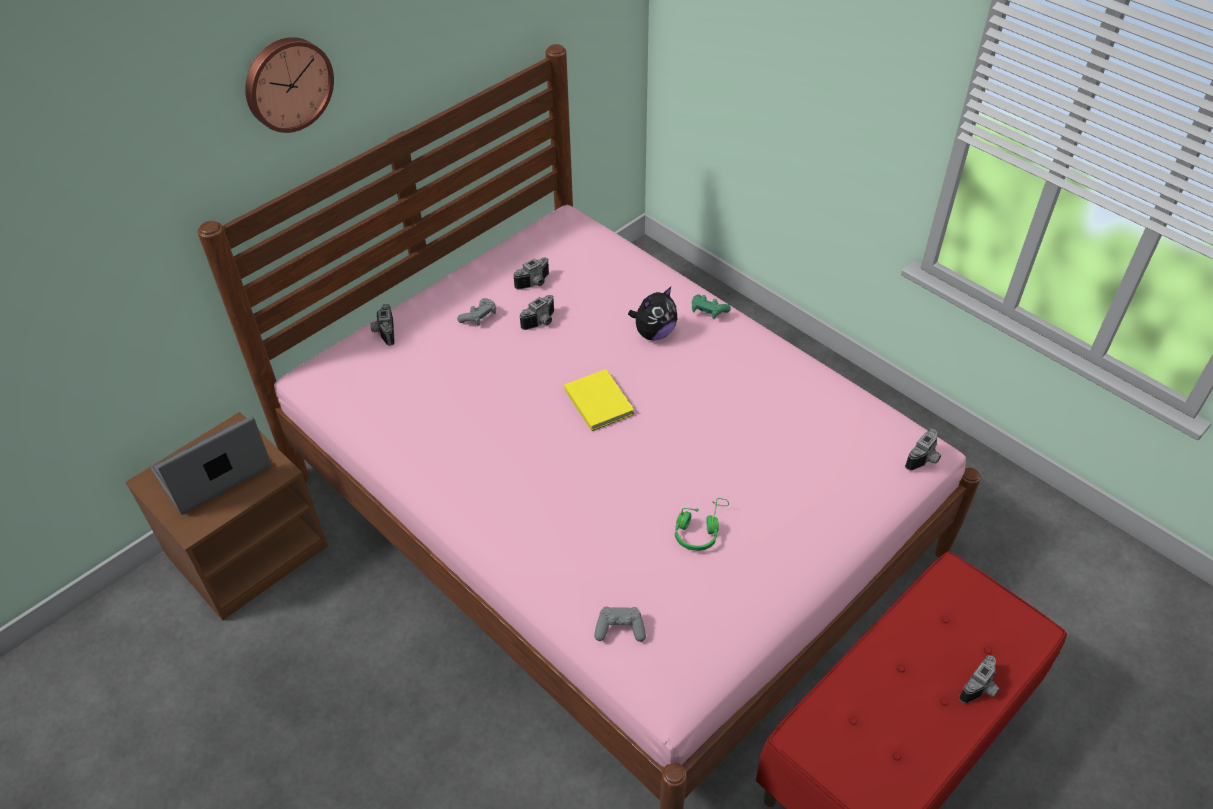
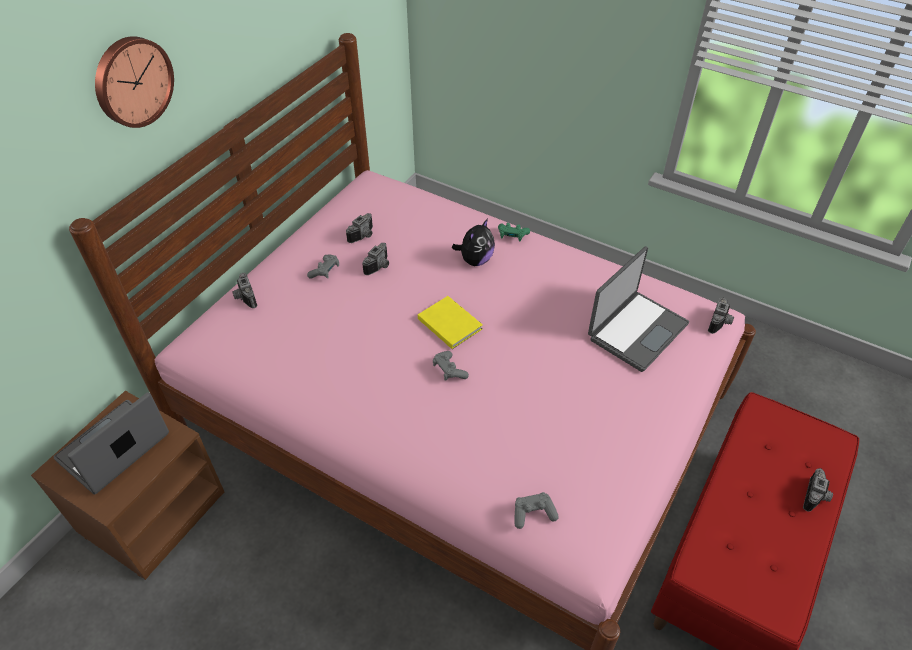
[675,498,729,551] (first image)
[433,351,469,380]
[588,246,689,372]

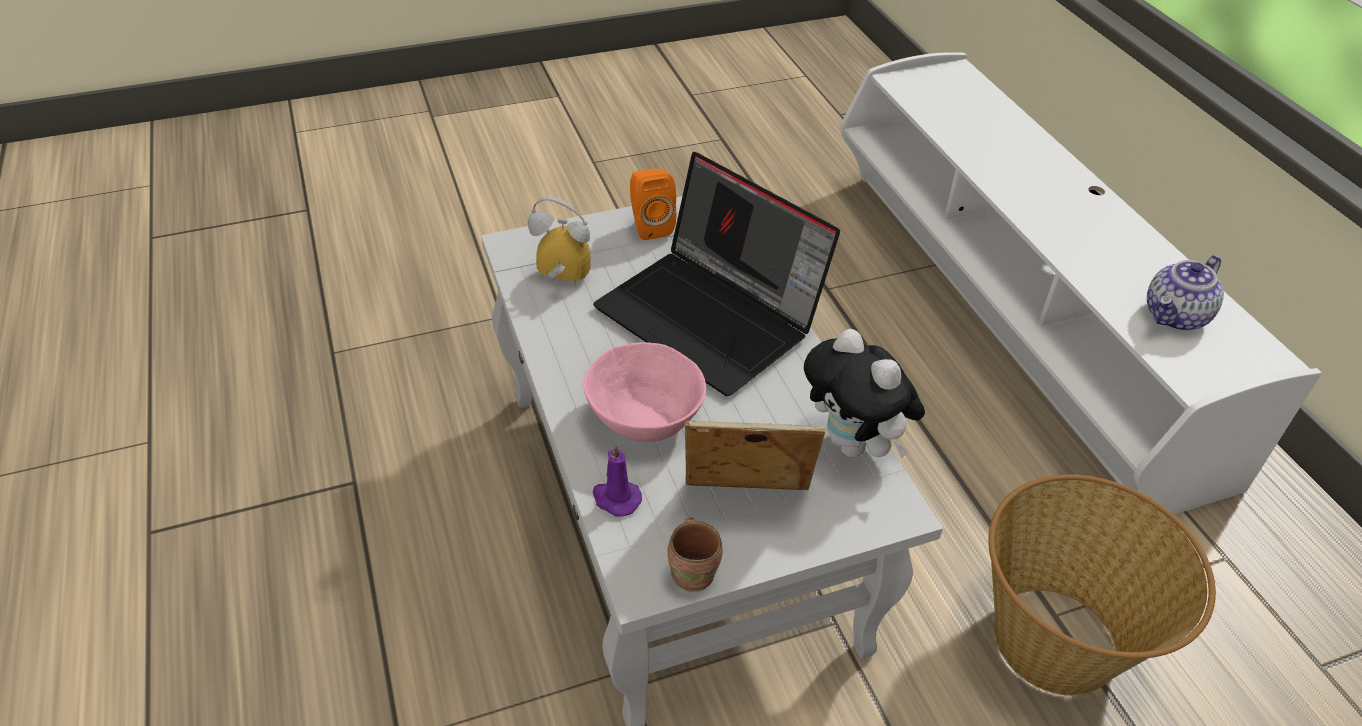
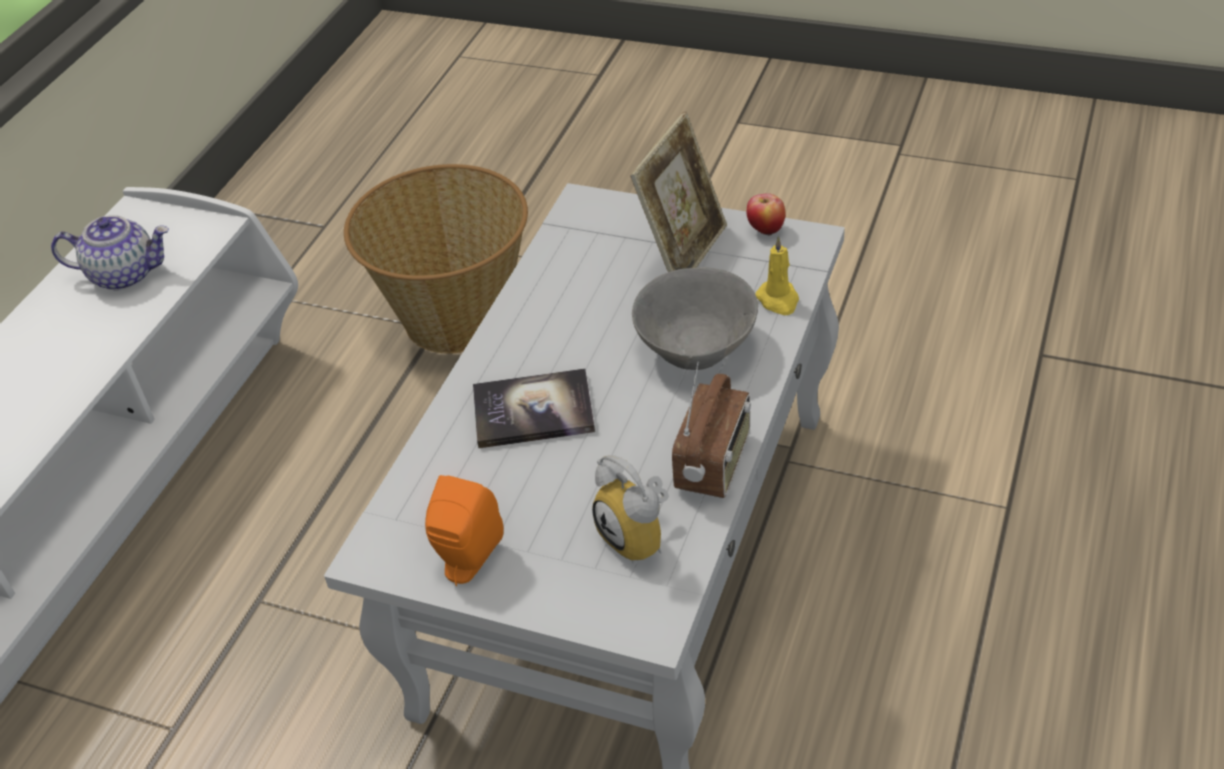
[804,329,925,458] (first image)
[672,362,751,498]
[473,368,595,448]
[747,193,786,236]
[632,267,758,370]
[755,236,799,315]
[630,111,727,272]

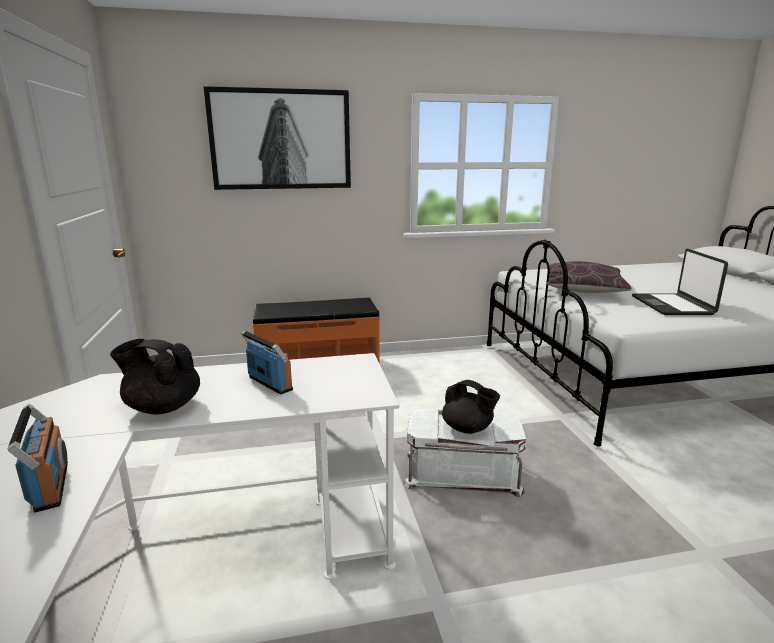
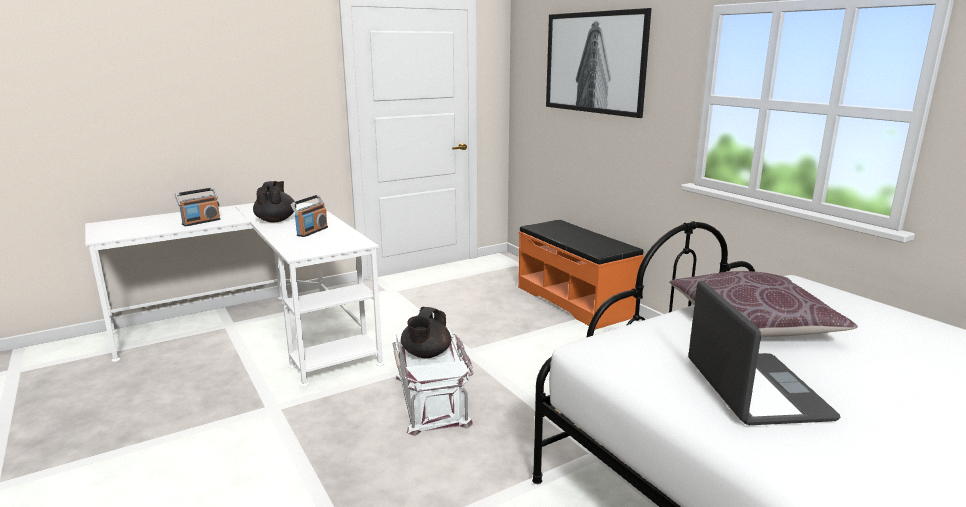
[688,281,840,425]

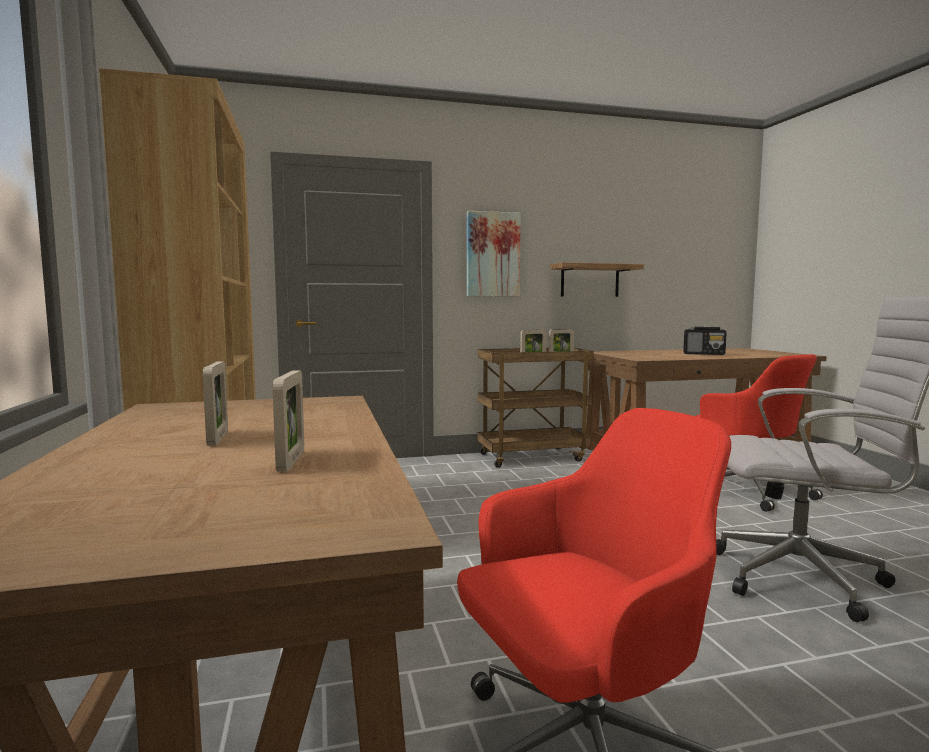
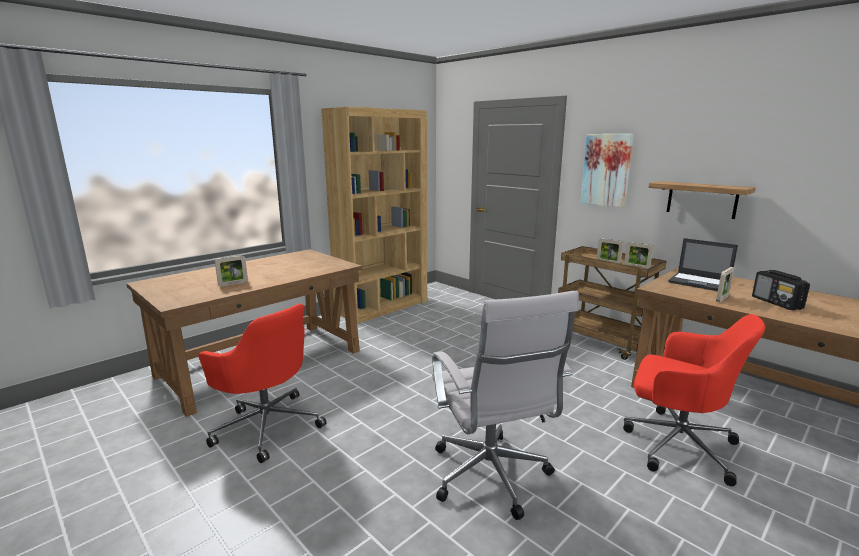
[668,238,738,291]
[716,267,734,302]
[623,314,765,486]

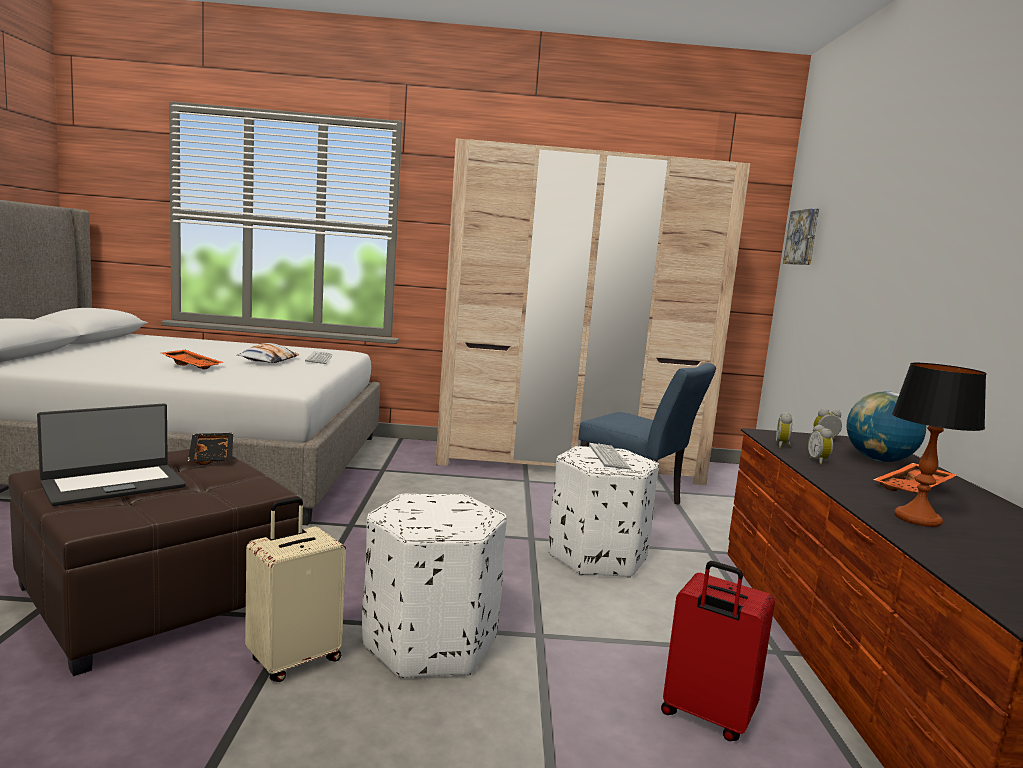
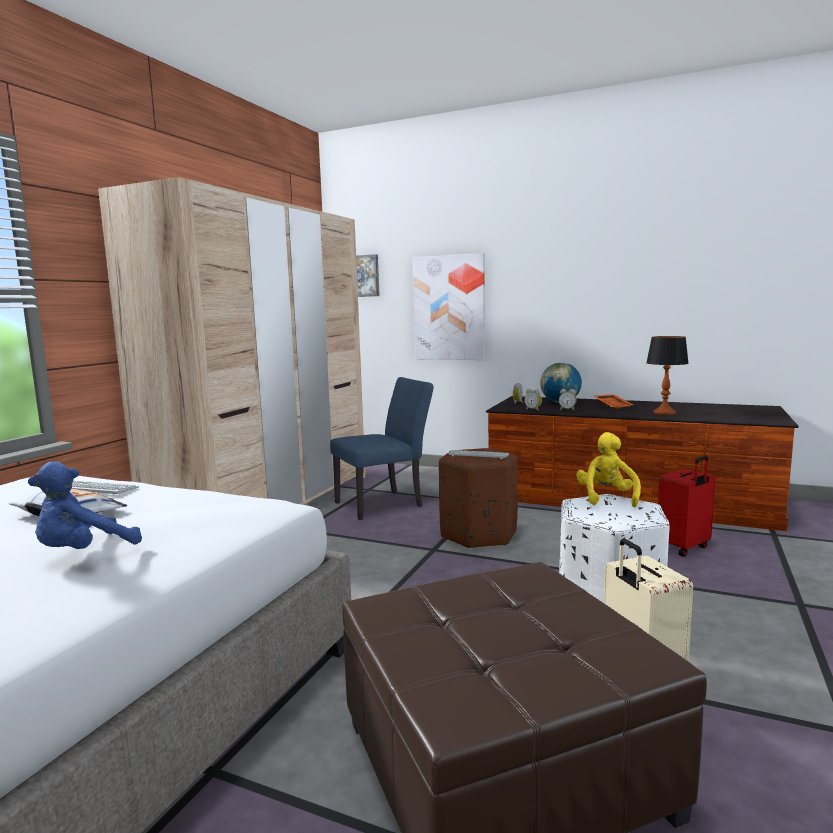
[37,403,186,506] (first image)
[188,433,233,465] (first image)
[413,253,485,360]
[576,432,641,507]
[28,462,142,549]
[439,448,518,549]

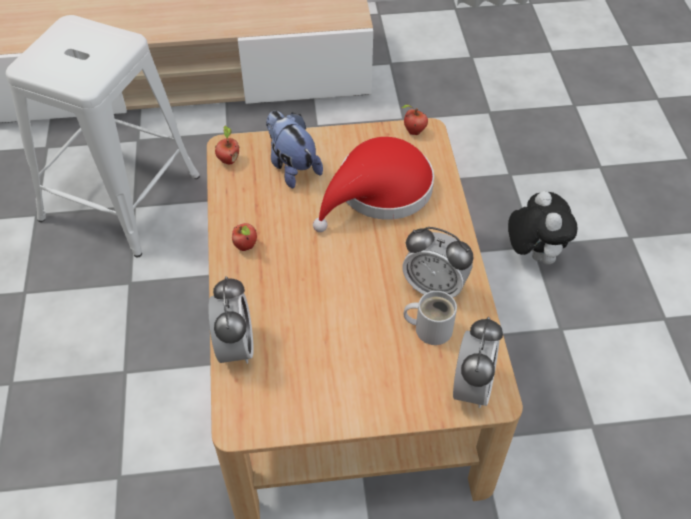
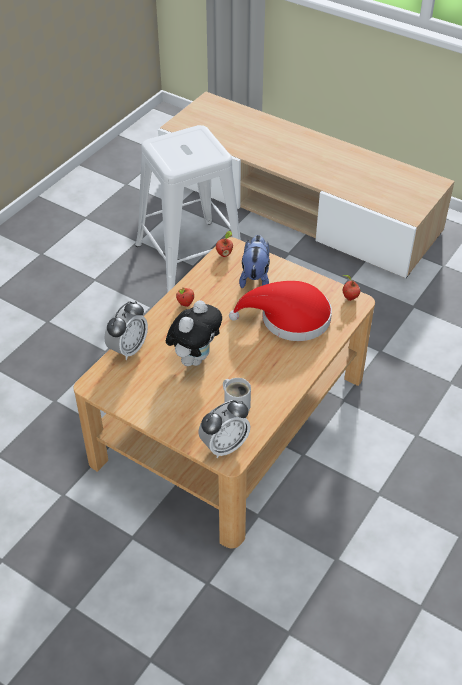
[402,227,473,297] (first image)
[166,300,222,366]

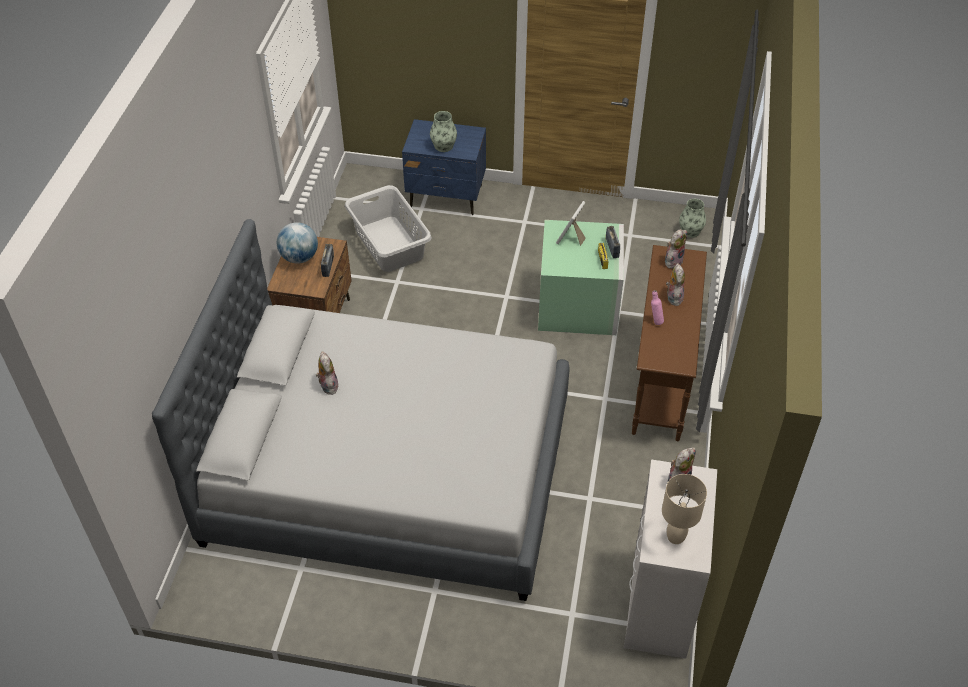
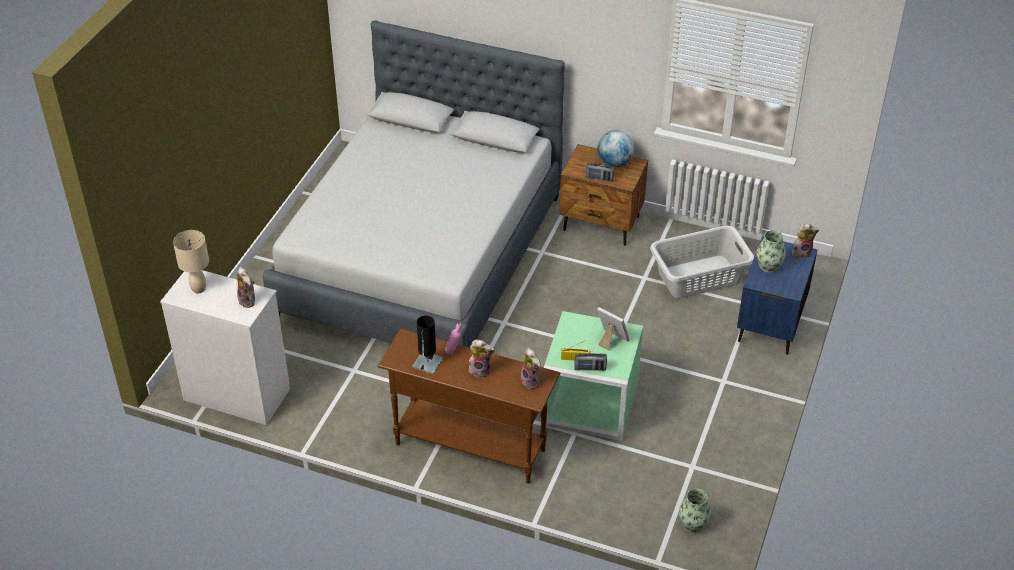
[412,316,443,374]
[792,224,819,259]

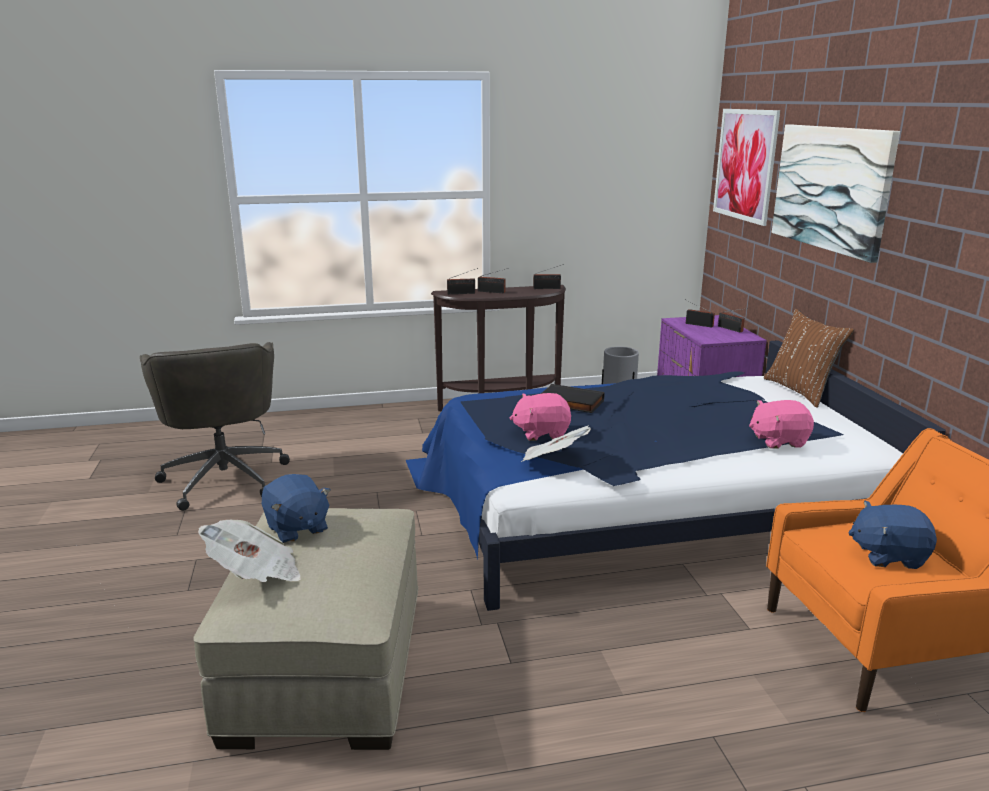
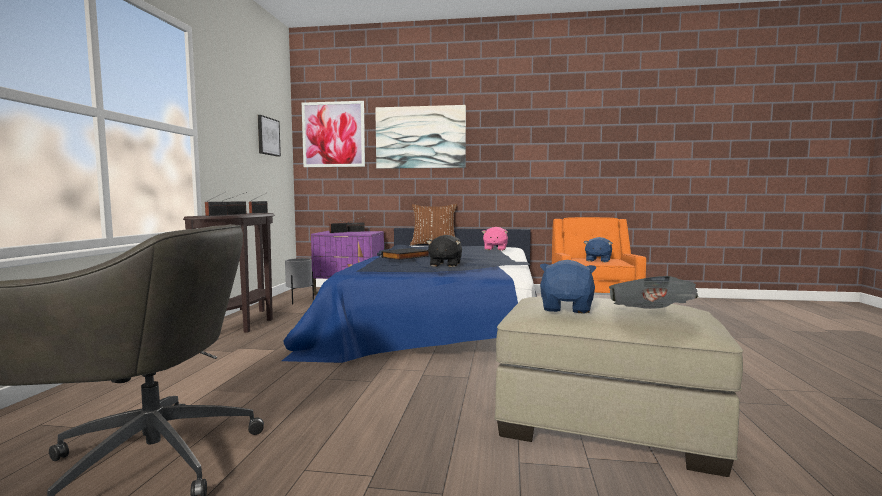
[521,425,591,462] (first image)
[258,115,281,157]
[426,235,462,267]
[540,260,596,313]

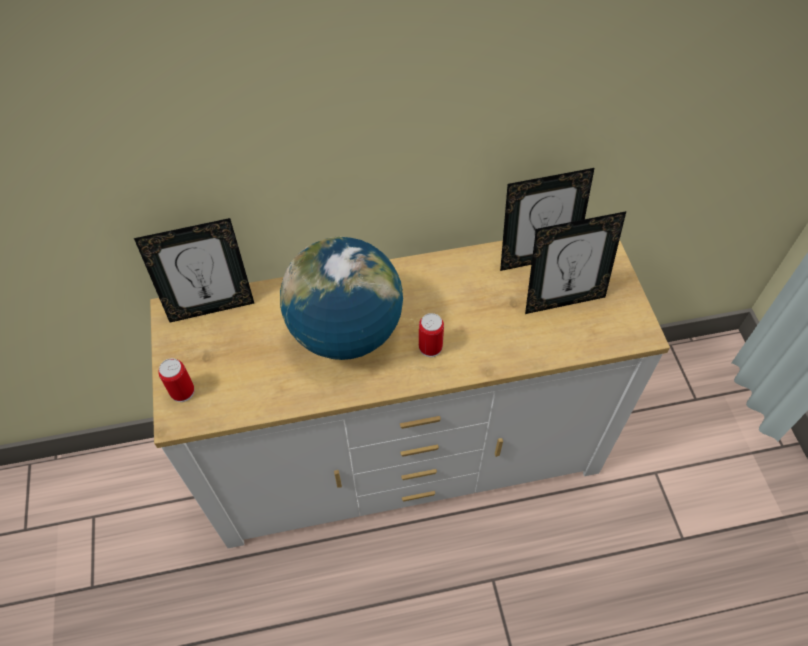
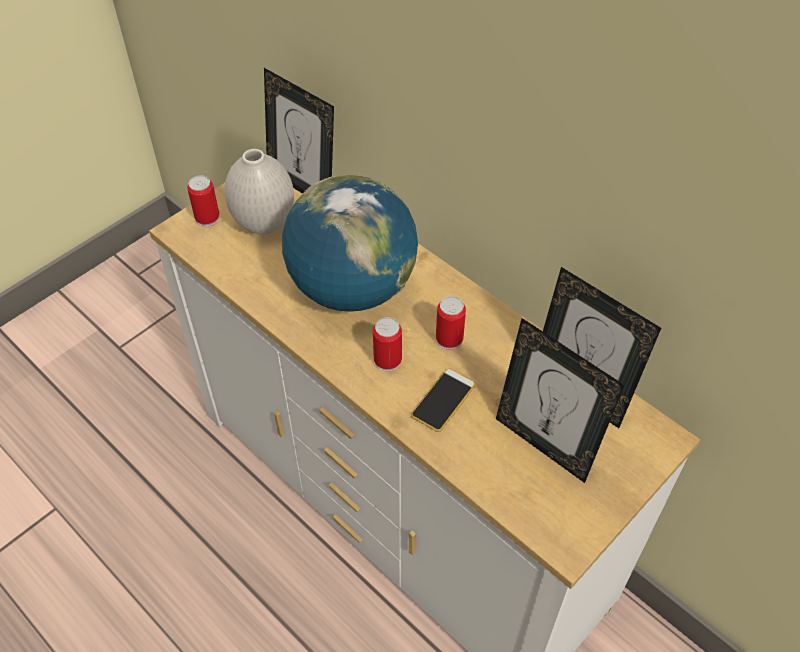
[224,149,294,234]
[411,368,476,432]
[436,296,466,350]

